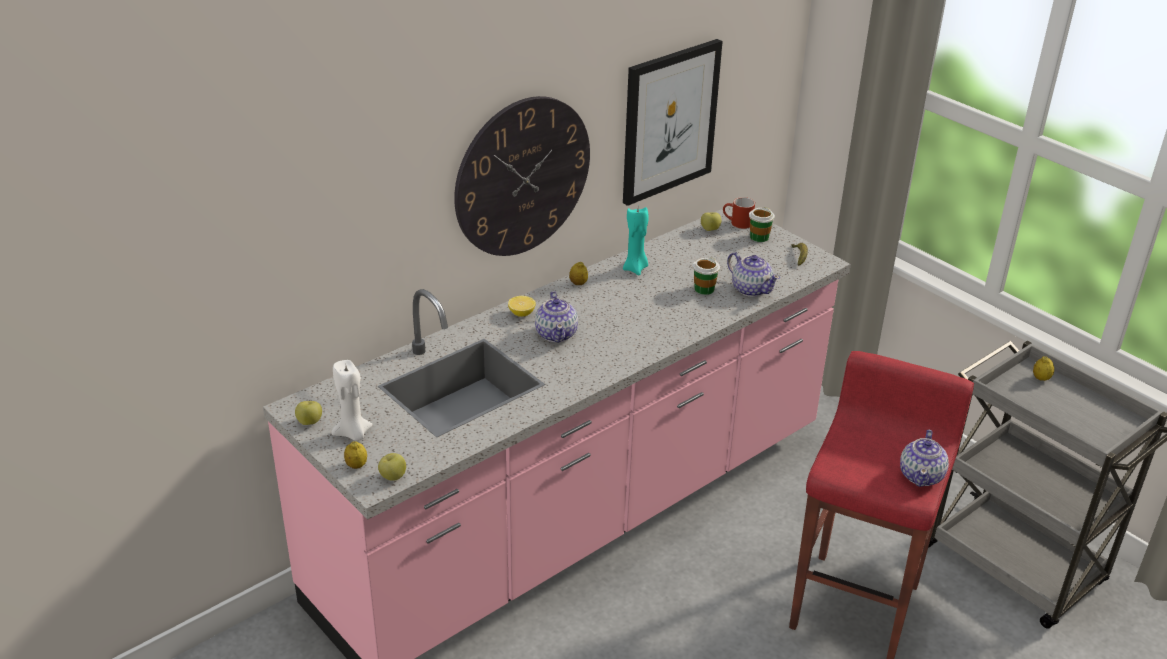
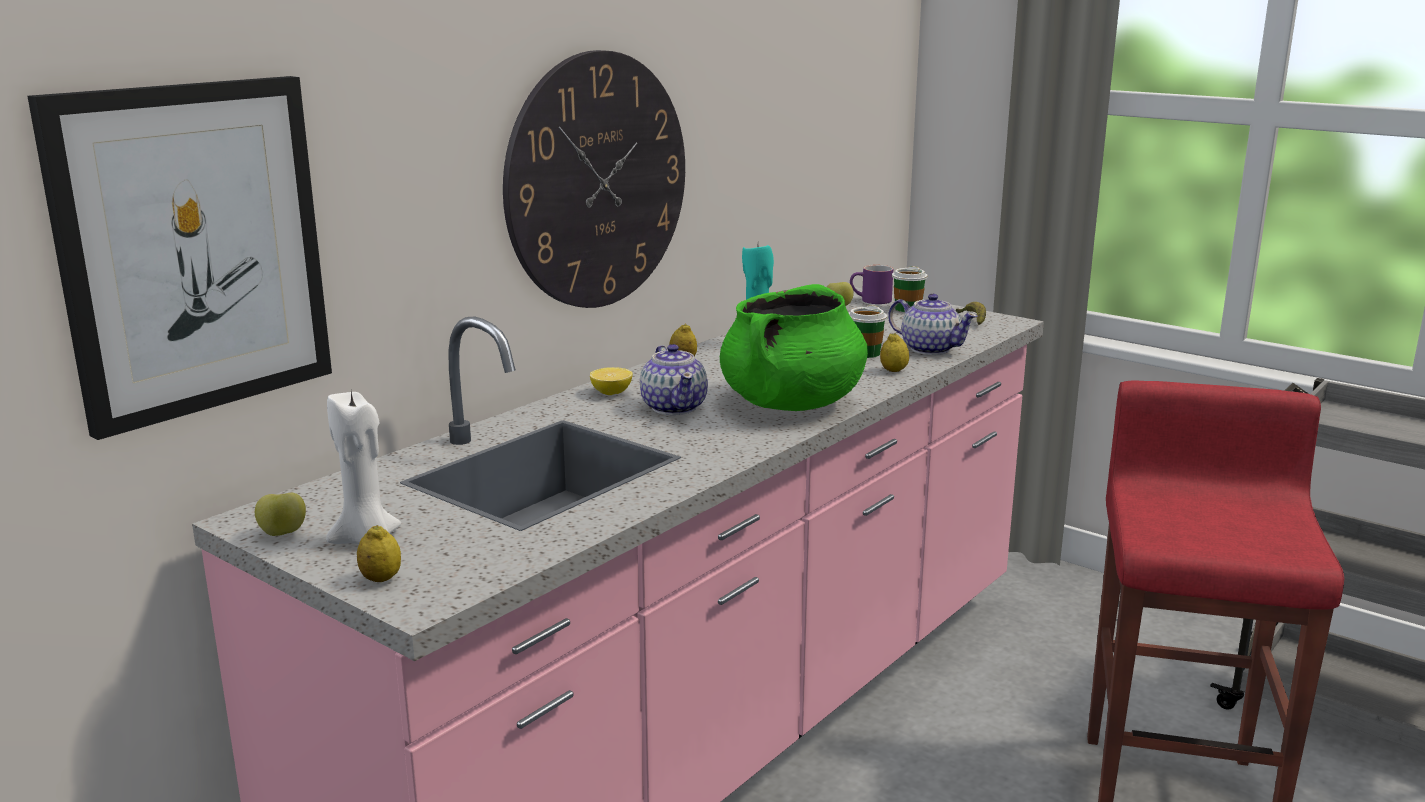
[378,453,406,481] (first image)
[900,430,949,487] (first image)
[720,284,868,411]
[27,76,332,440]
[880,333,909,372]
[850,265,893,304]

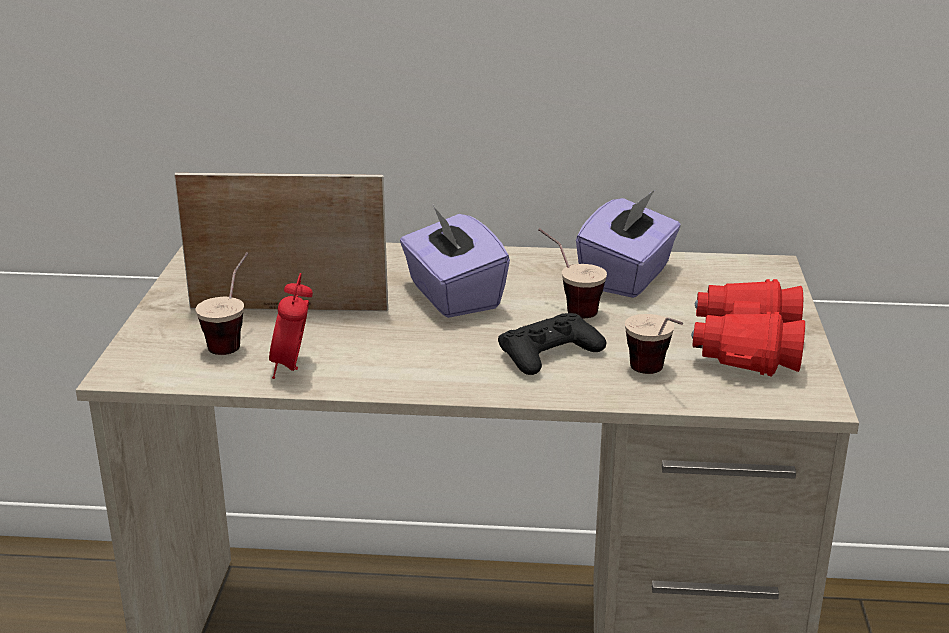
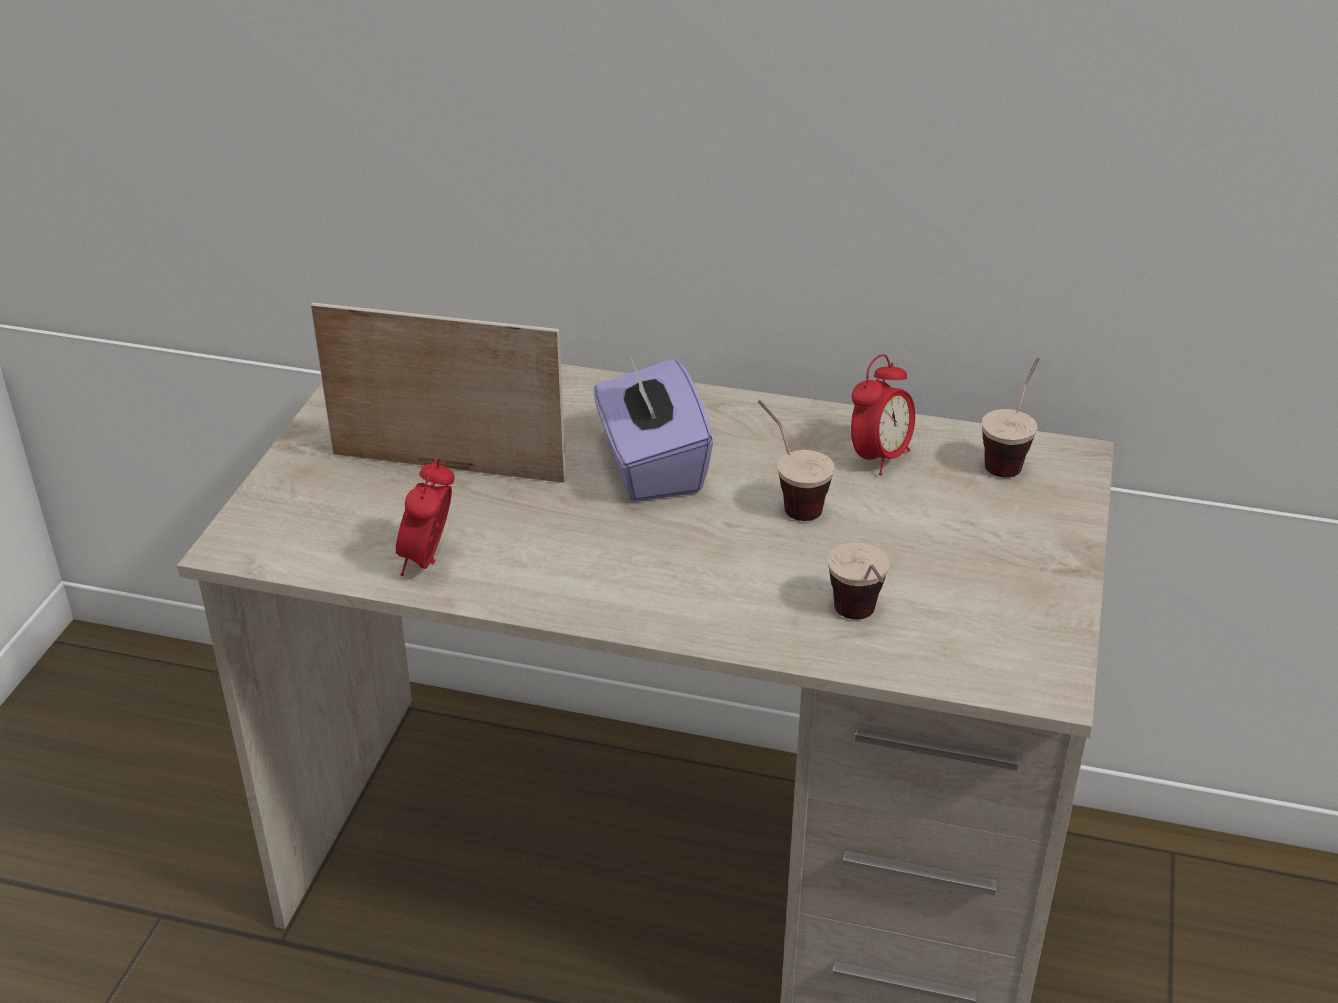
[498,313,606,375] (first image)
[691,279,805,377] (first image)
[982,358,1039,478]
[851,354,915,475]

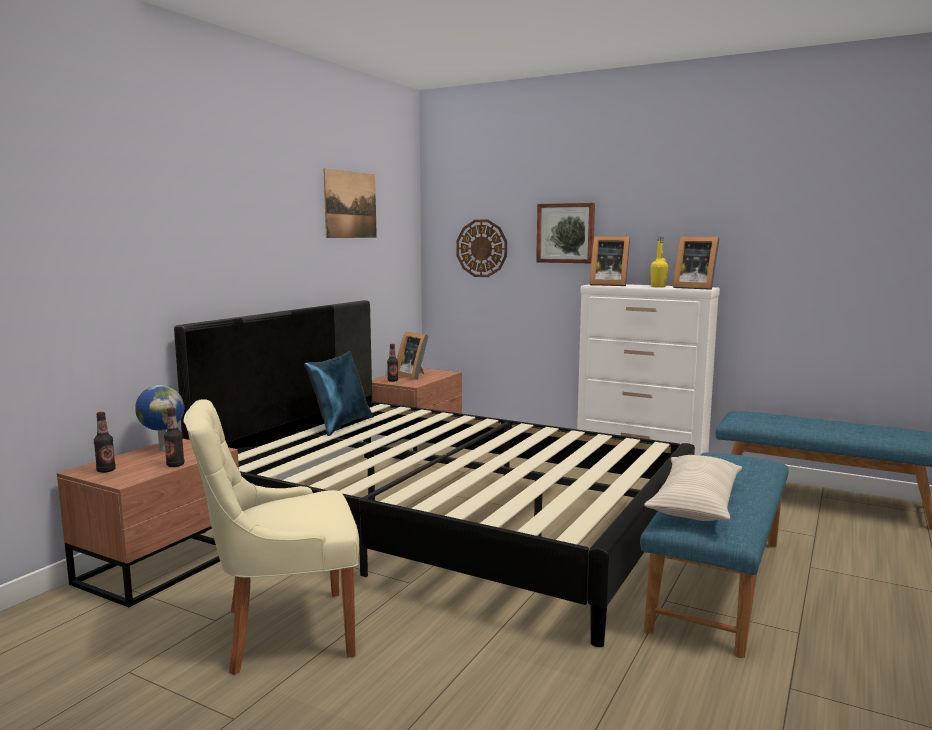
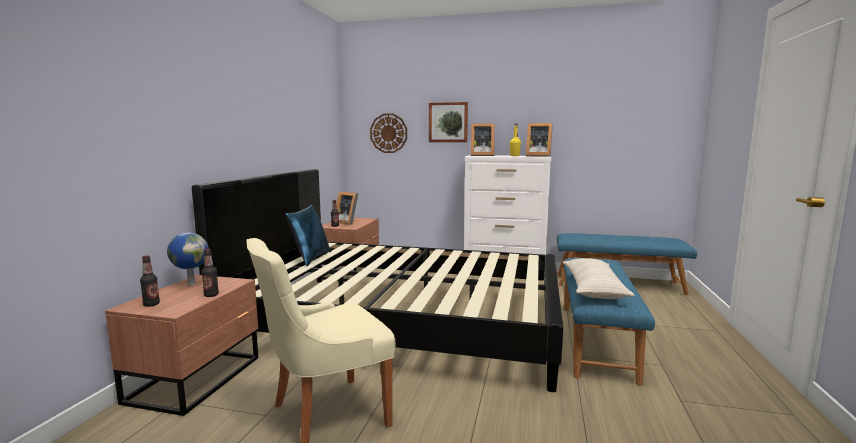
[324,169,377,238] (first image)

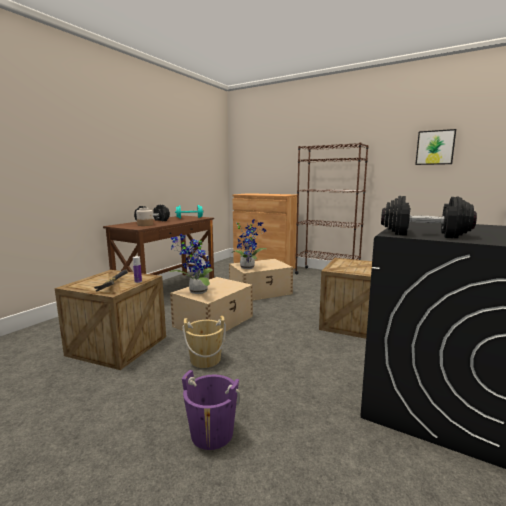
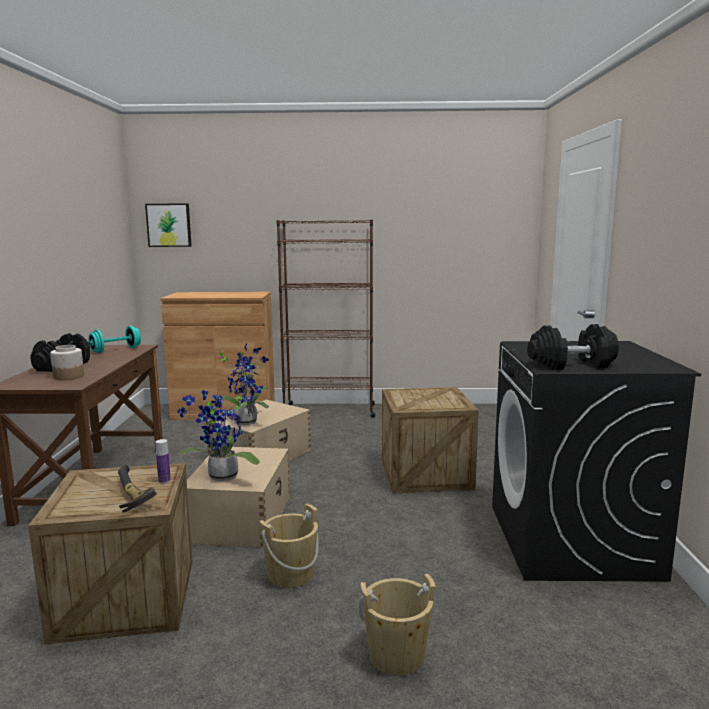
[145,203,192,247]
[359,574,436,676]

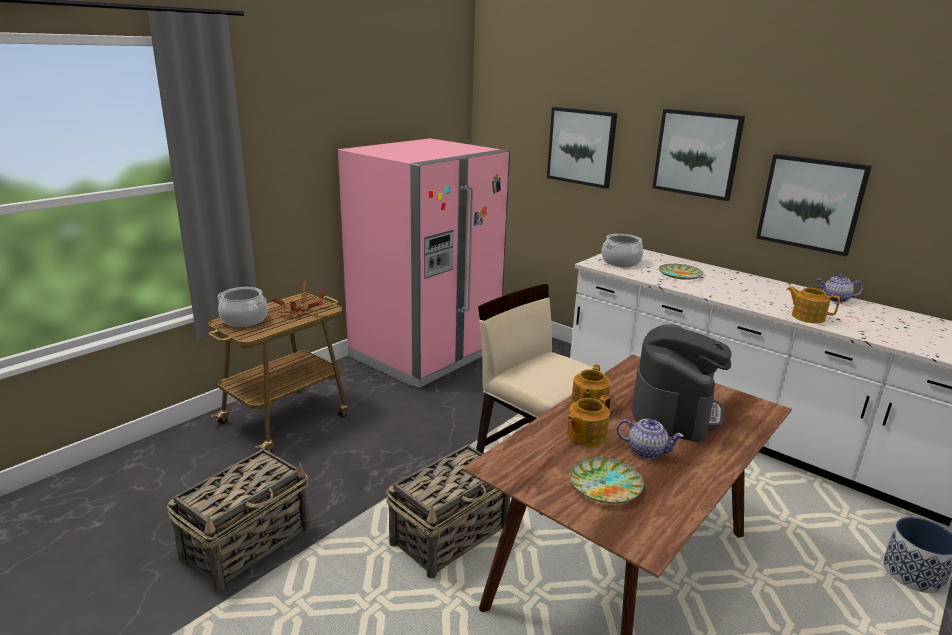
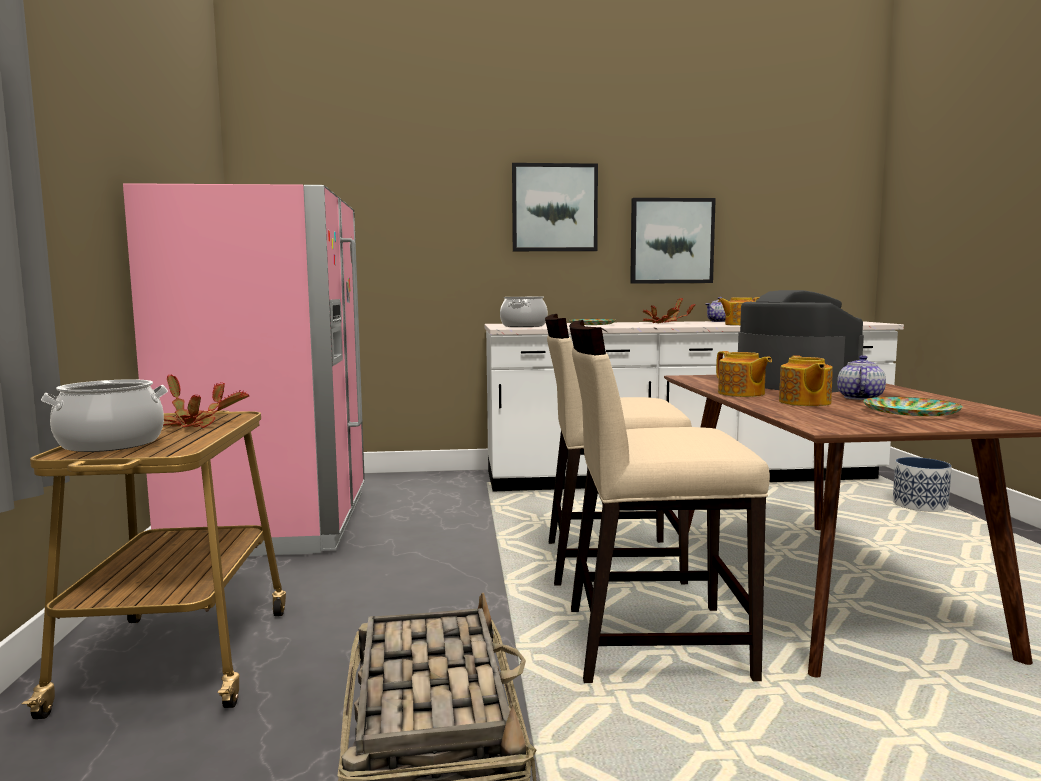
[547,107,617,189] (first image)
[643,297,696,323]
[569,320,770,683]
[837,355,886,400]

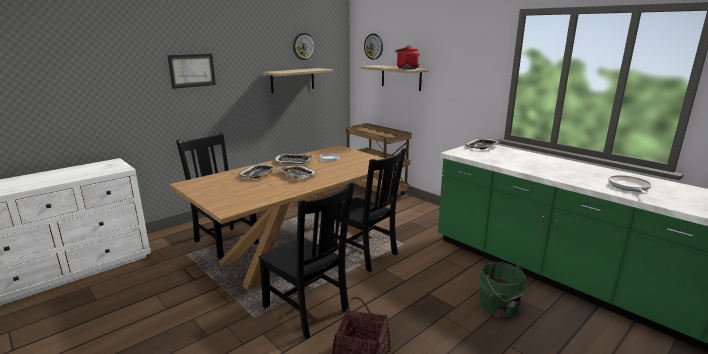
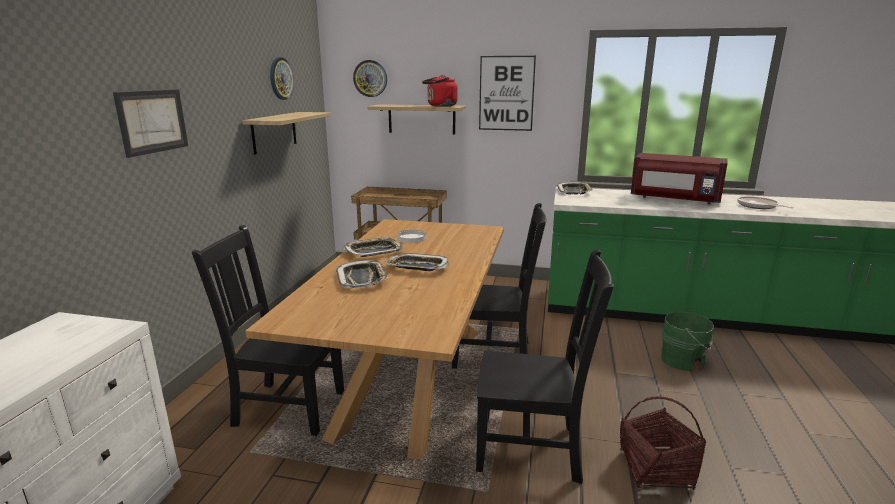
[479,56,536,131]
[631,153,728,204]

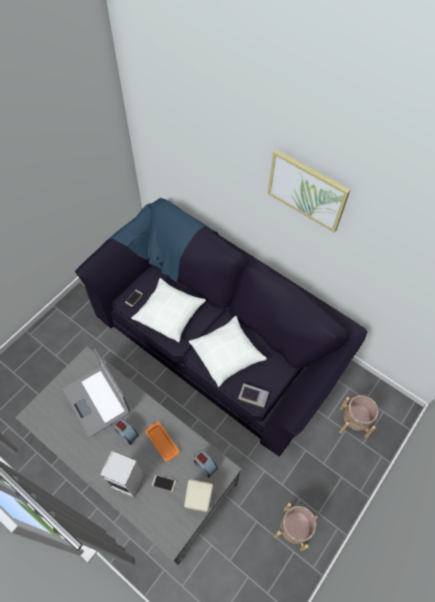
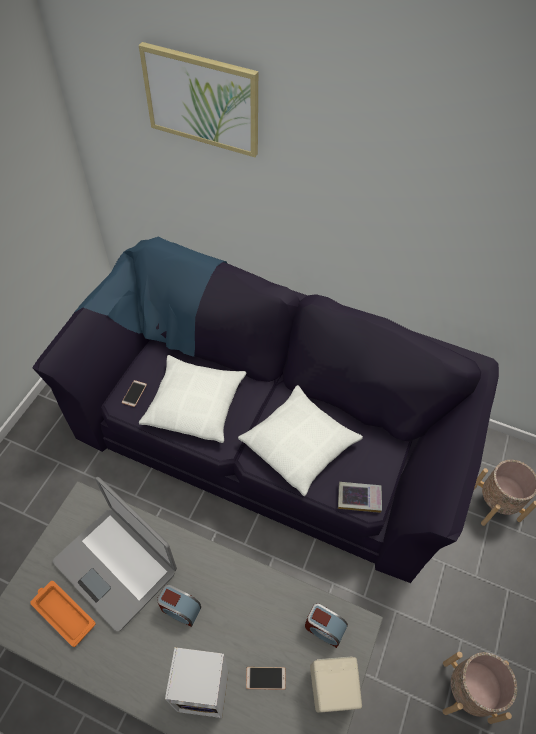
[30,581,96,647]
[139,42,258,157]

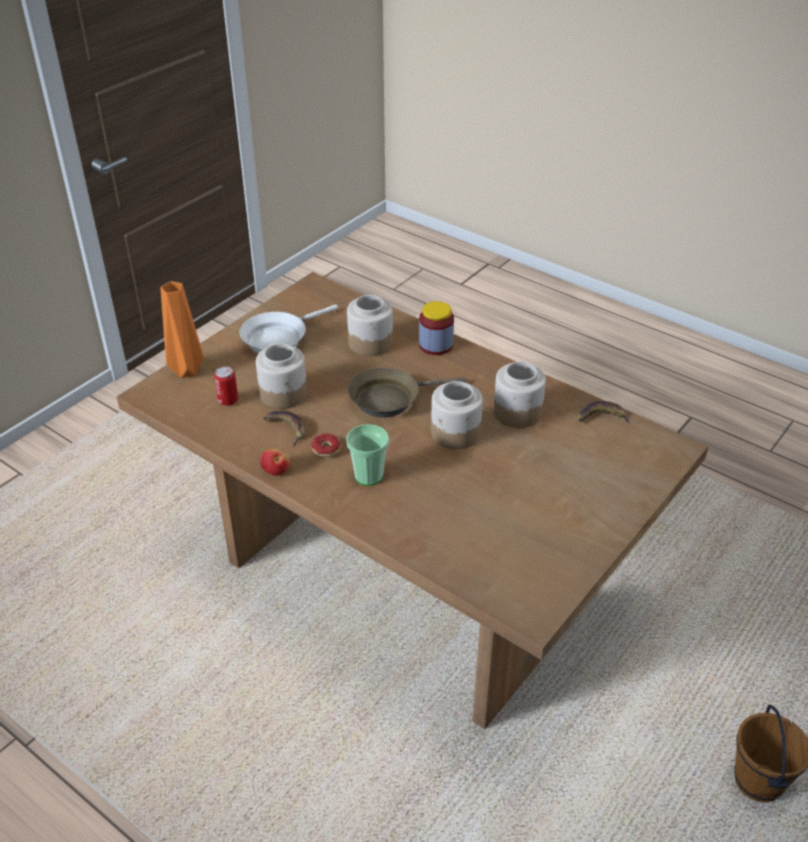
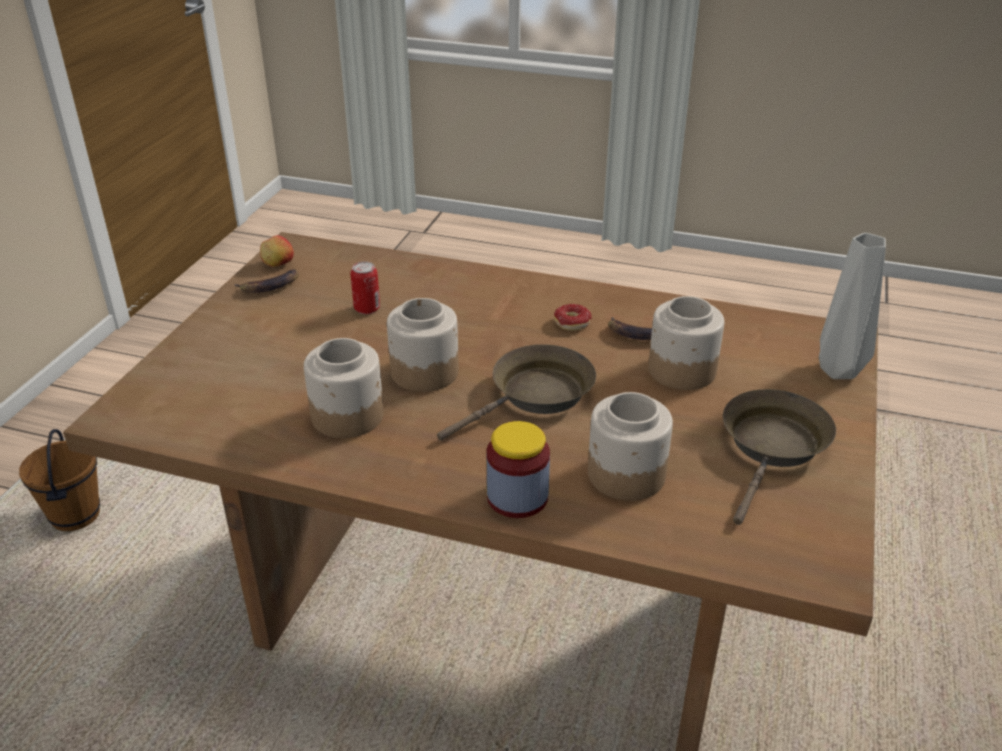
[346,424,389,486] (first image)
[350,261,380,314]
[260,235,294,267]
[235,269,299,293]
[819,233,886,379]
[723,389,836,525]

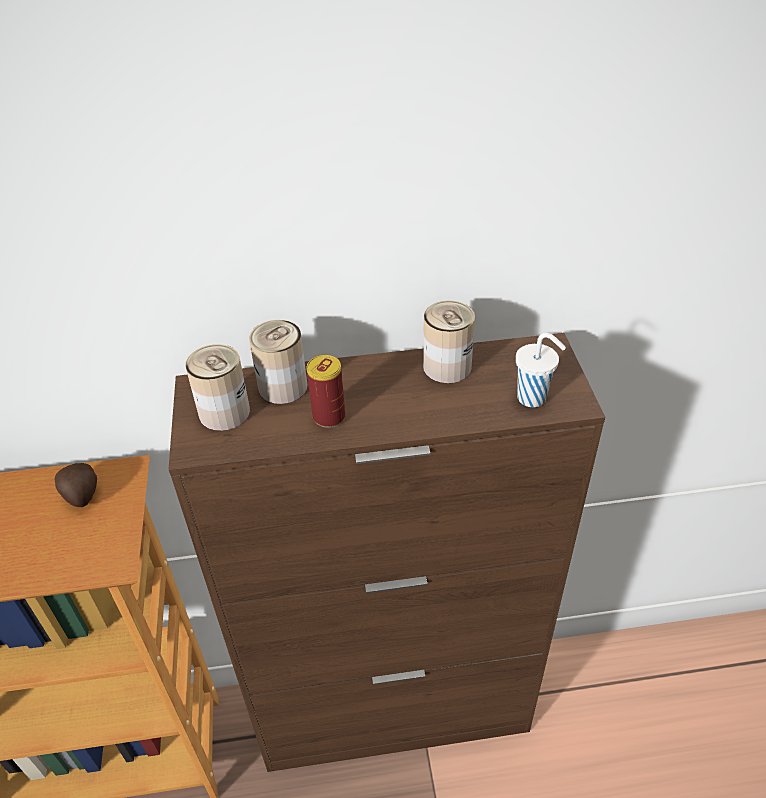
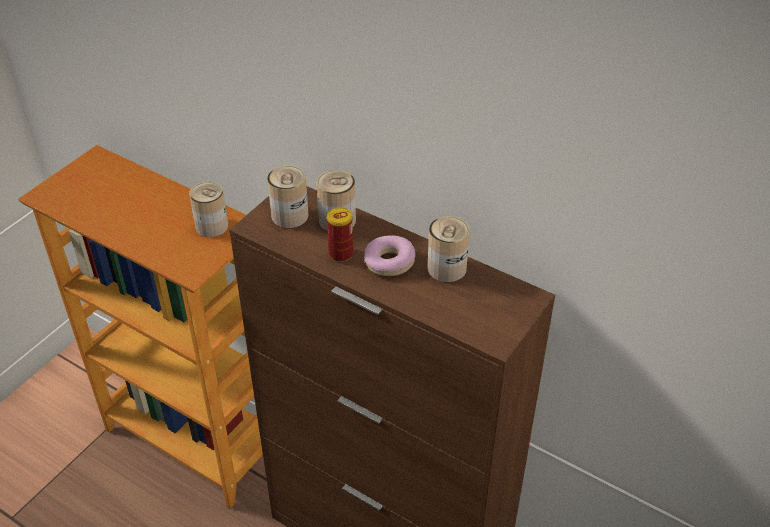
[516,333,566,407] (first image)
[364,235,415,276]
[189,182,228,237]

